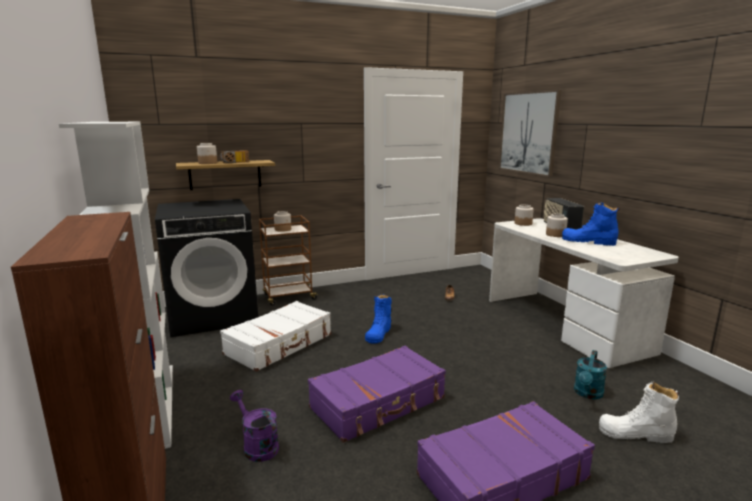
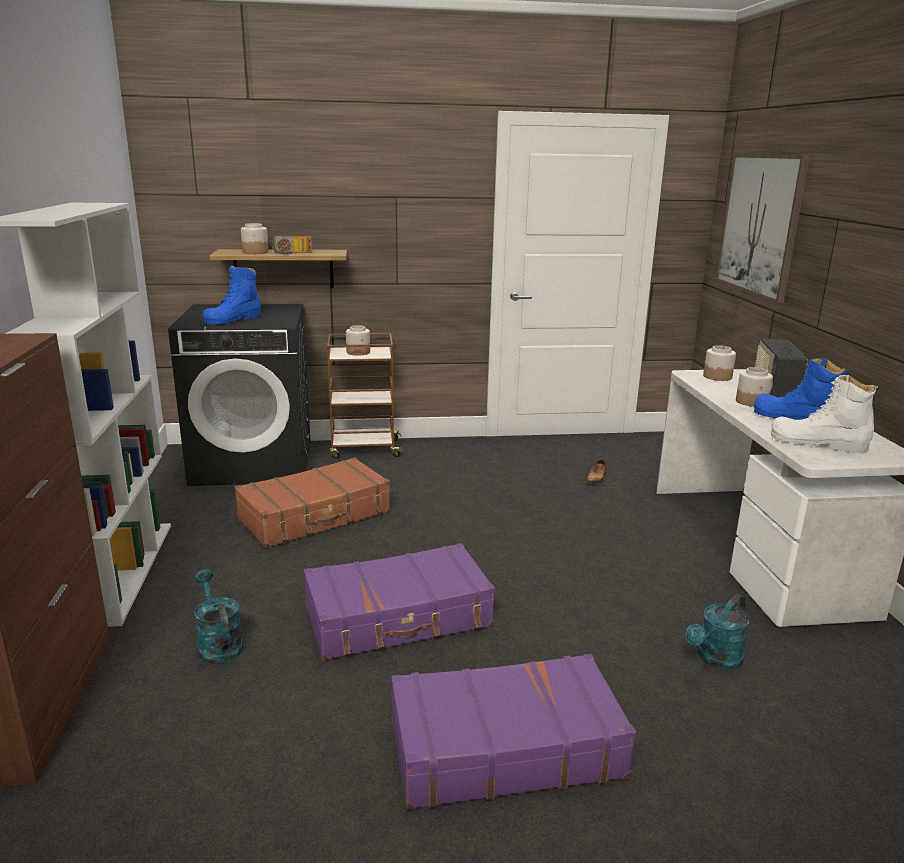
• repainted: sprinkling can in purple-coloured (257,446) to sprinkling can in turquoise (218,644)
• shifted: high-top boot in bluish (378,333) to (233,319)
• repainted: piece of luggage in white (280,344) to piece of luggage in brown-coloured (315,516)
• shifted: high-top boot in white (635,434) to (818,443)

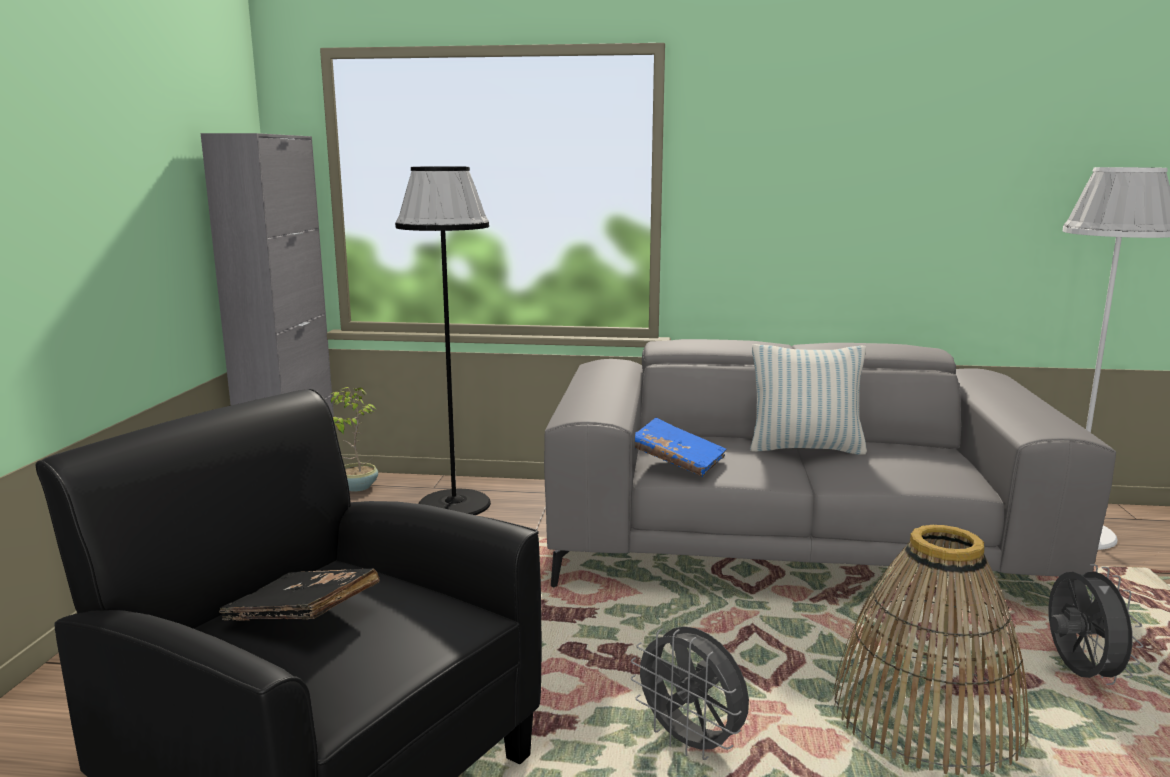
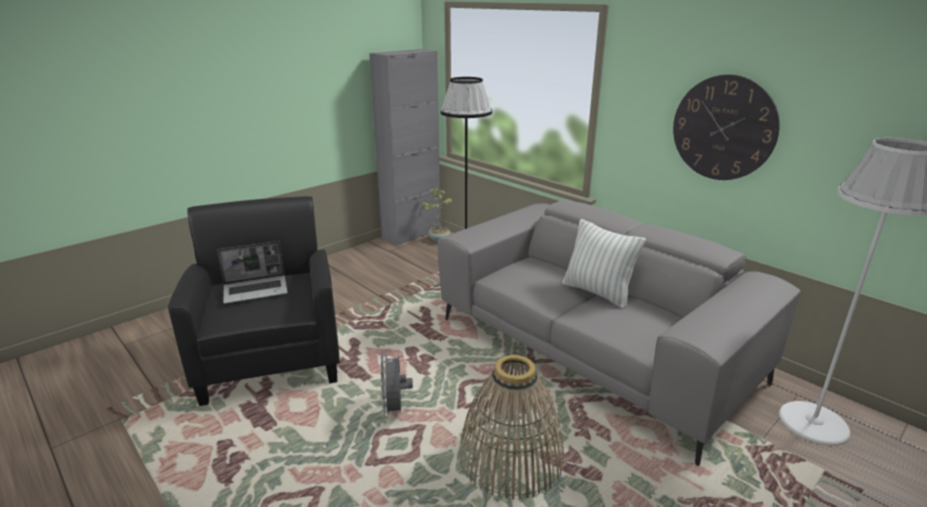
• swapped: bound book in black-coloured (303,617) to laptop (256,290)
• new: clock on the wall (723,128)
• gone: bound book in bluish (677,461)
• gone: electric fan in greyish (1078,674)

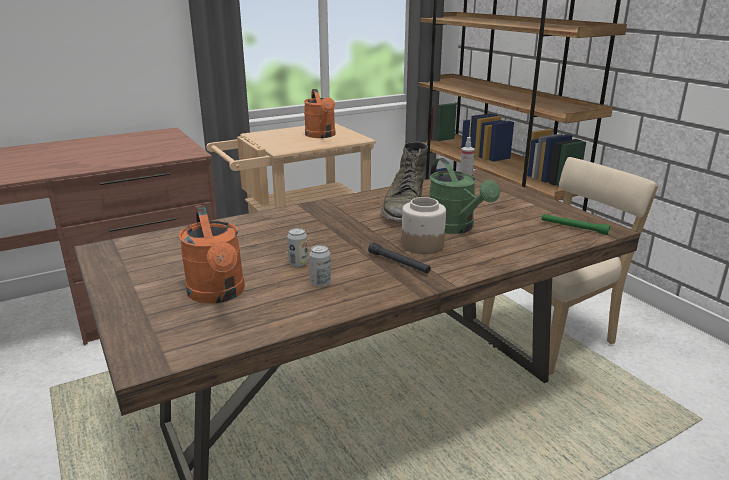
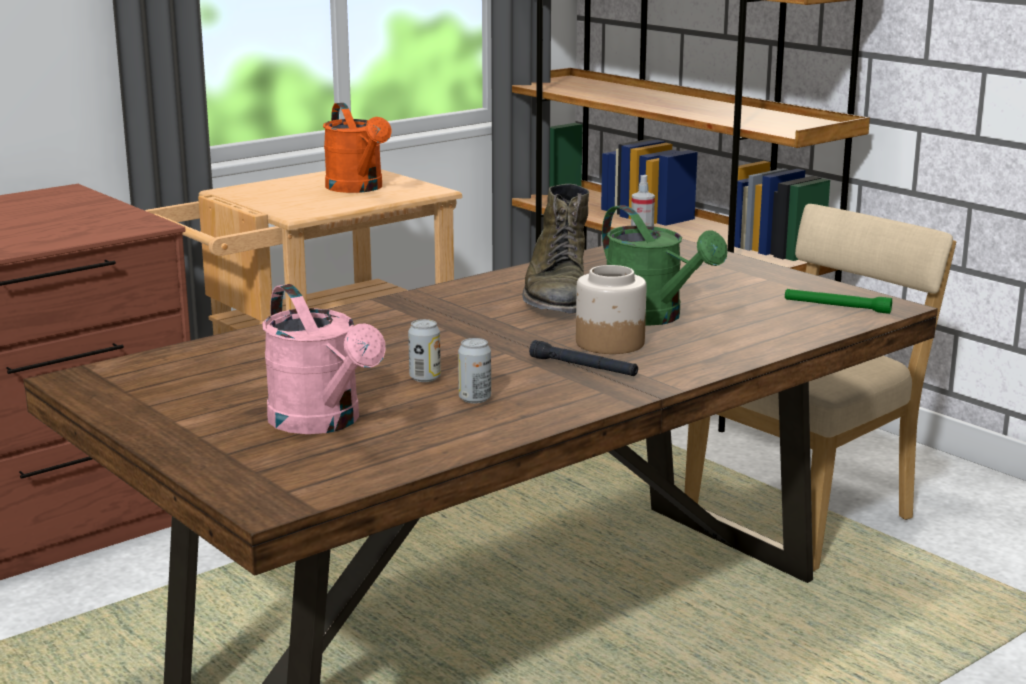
• repainted: sprinkling can in orange-coloured (218,294) to sprinkling can in pink (323,422)

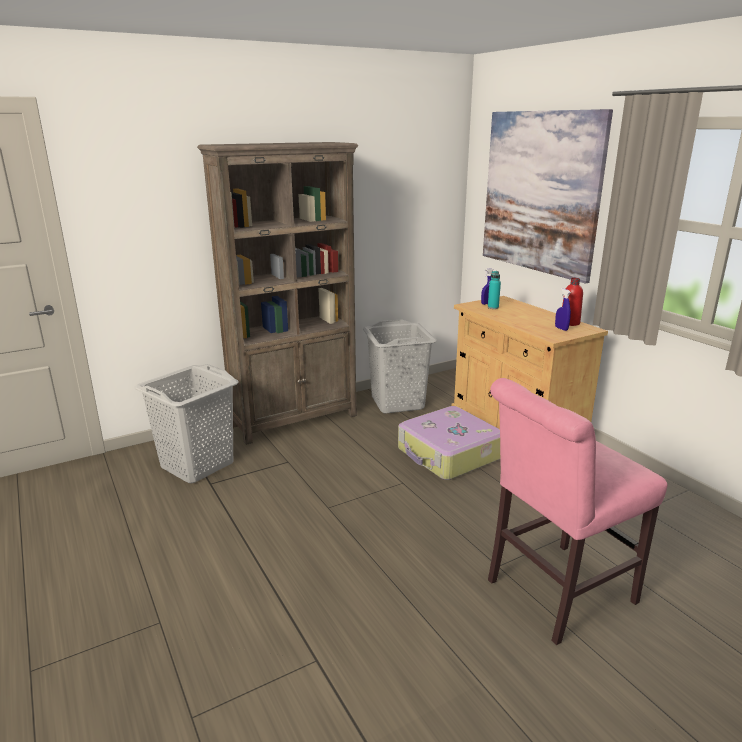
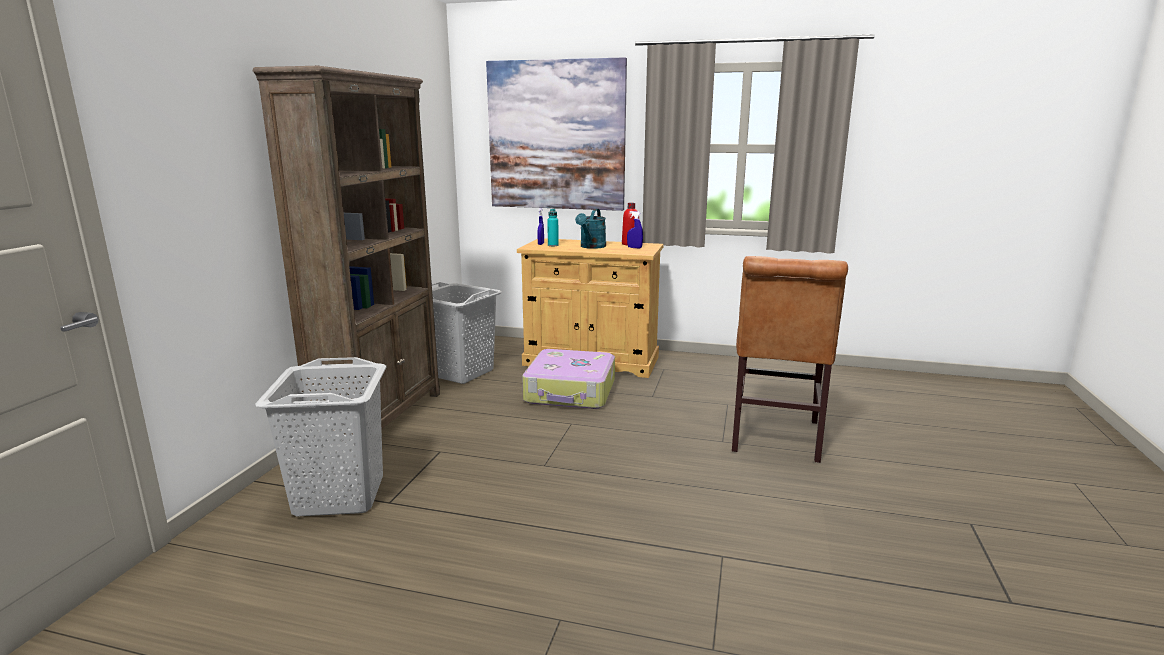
• new: sprinkling can in turquoise (591,247)
• repainted: upright chair in pink (554,594) to upright chair in brown-coloured (774,439)

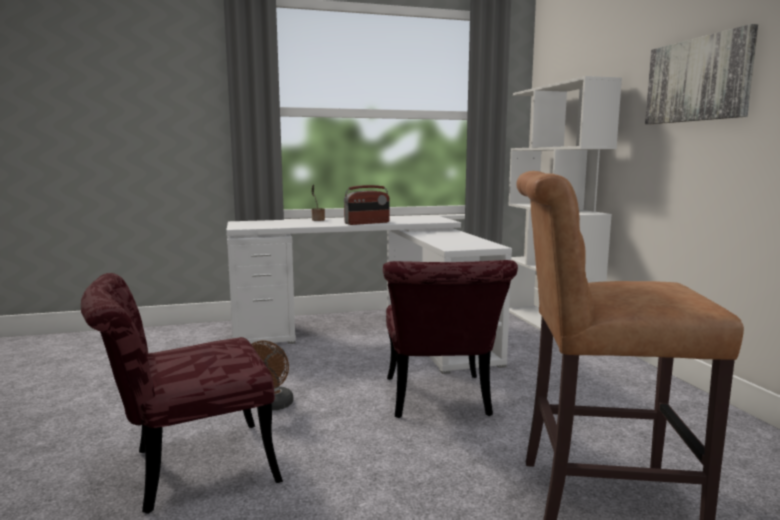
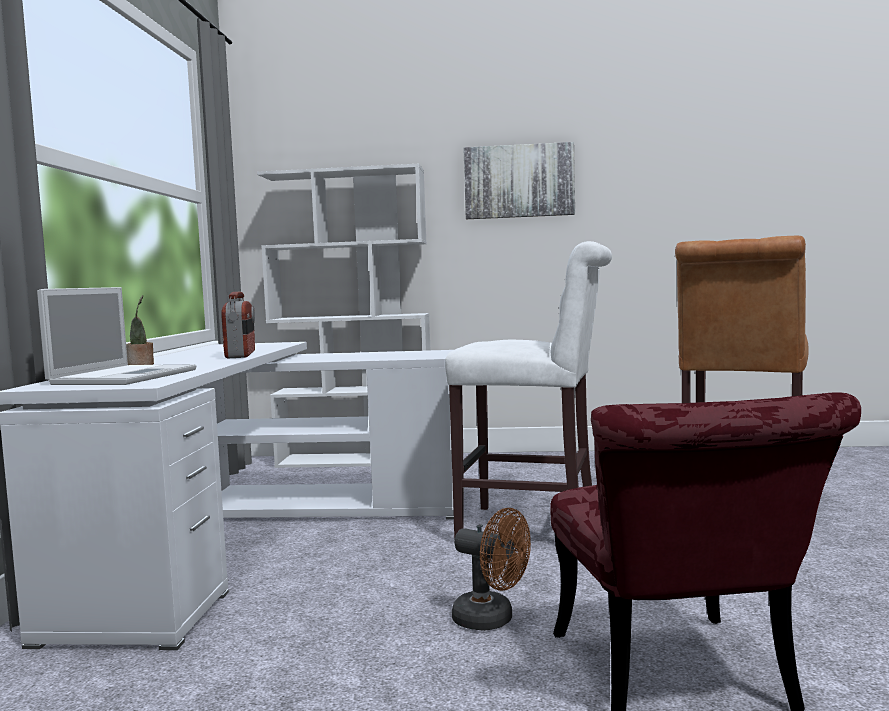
• new: laptop (126,376)
• swapped: upright chair in reddish (439,402) to stool in white (537,529)

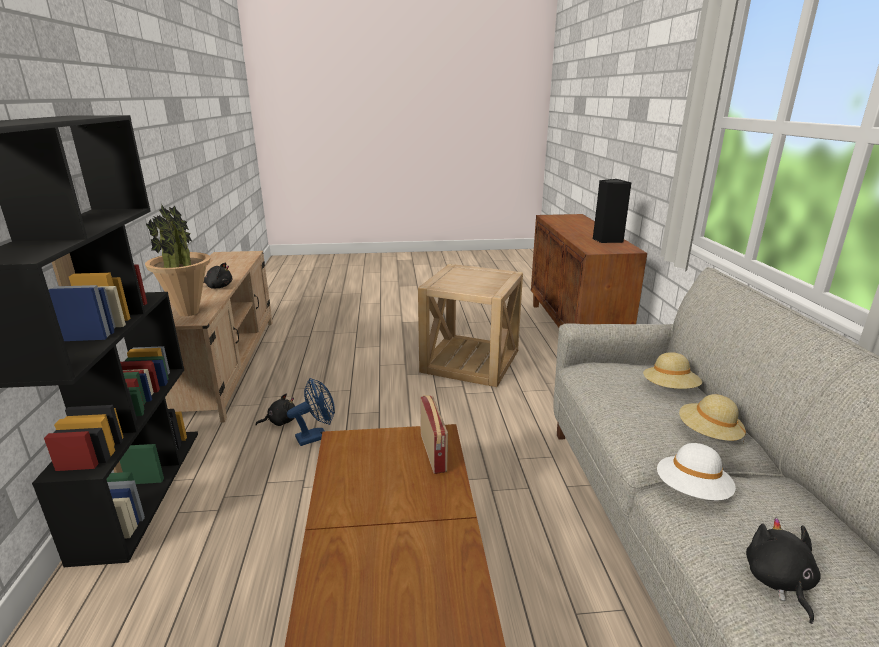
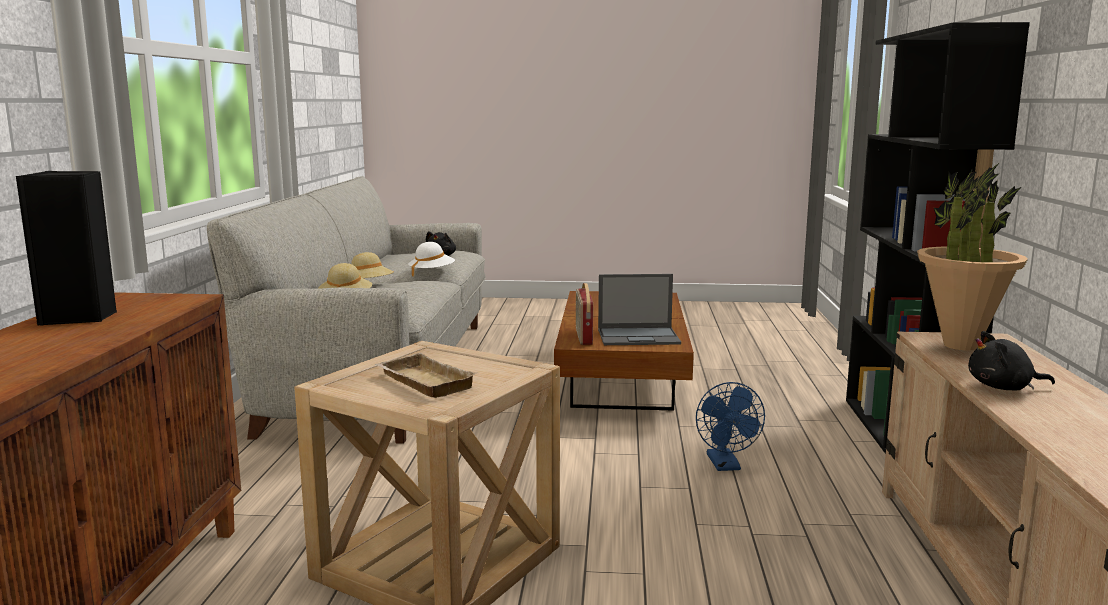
• new: serving tray in sand-coloured (422,382)
• new: laptop (639,337)
• rotated: electric fan in bluish (317,436) = (726,465) 75 degrees counterclockwise
• gone: cuddly toy in black-coloured (280,421)

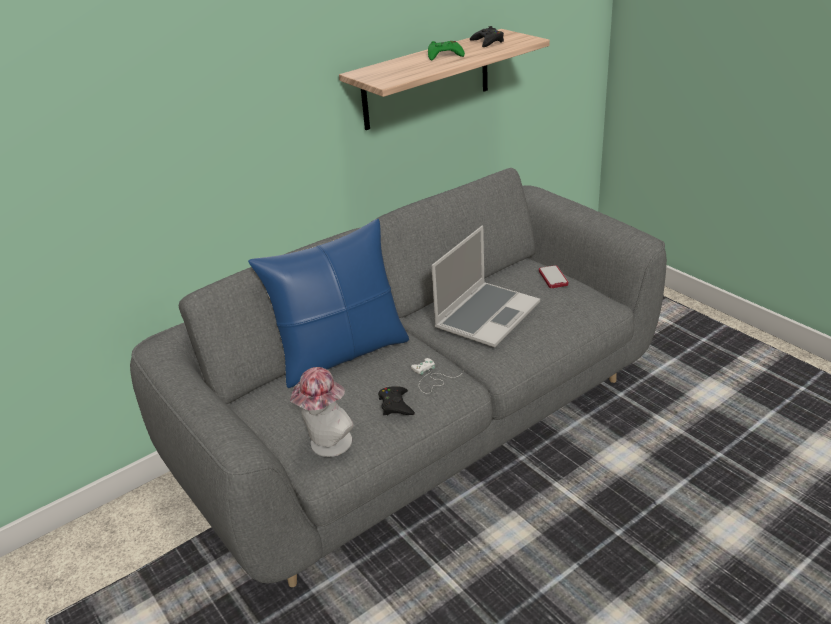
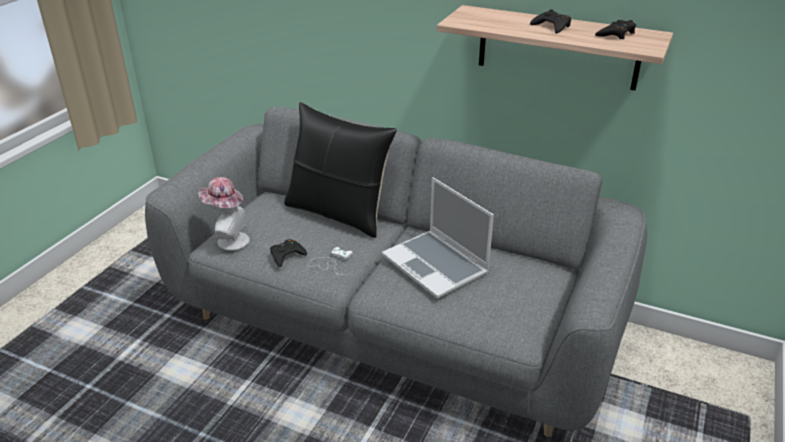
• repainted: throw pillow in bluish (342,354) to throw pillow in black-coloured (338,213)
• rotated: laptop (487,315) = (436,265) 45 degrees clockwise
• repainted: gamepad in greenish (444,55) to gamepad in black-coloured (552,26)
• gone: telephone (553,278)

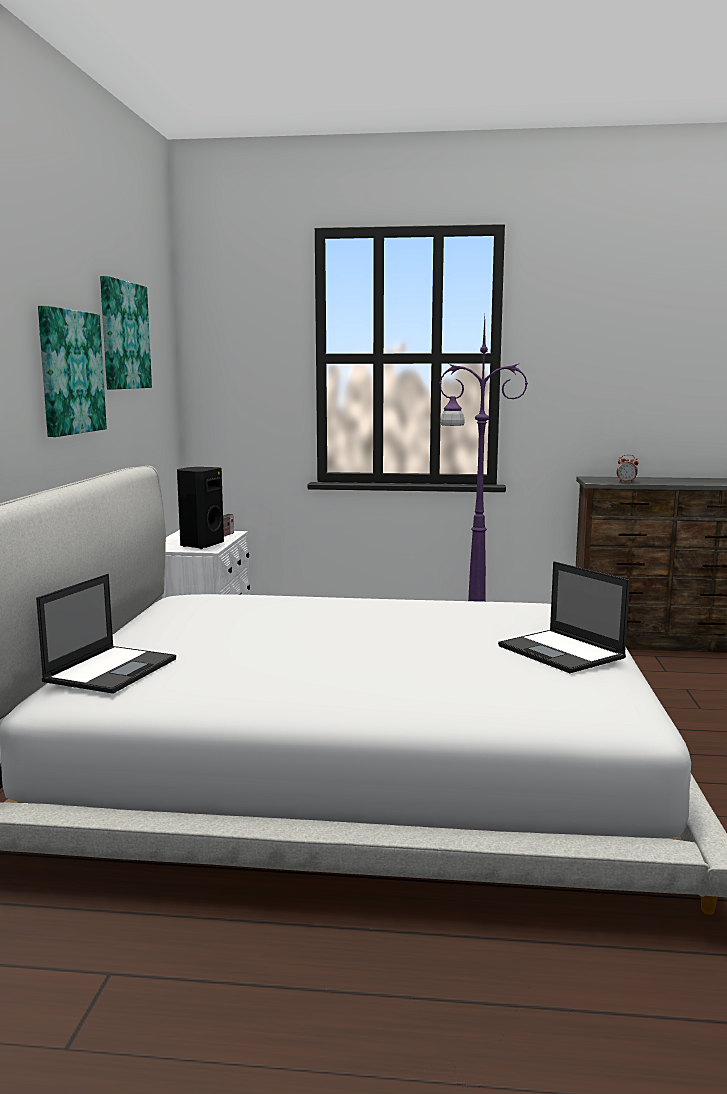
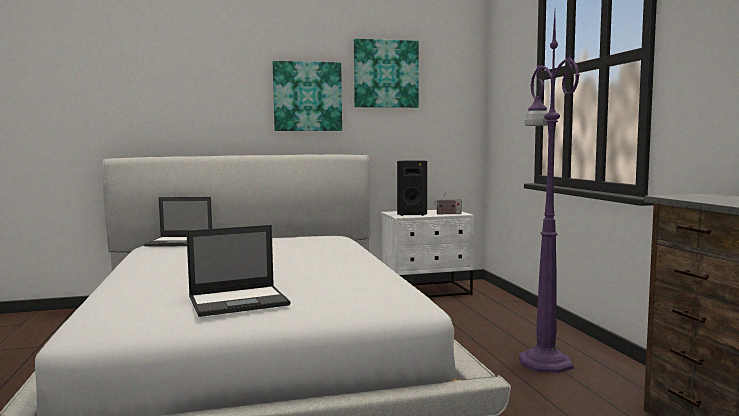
• rotated: laptop (562,652) = (239,301) 150 degrees counterclockwise
• gone: table clock (626,482)

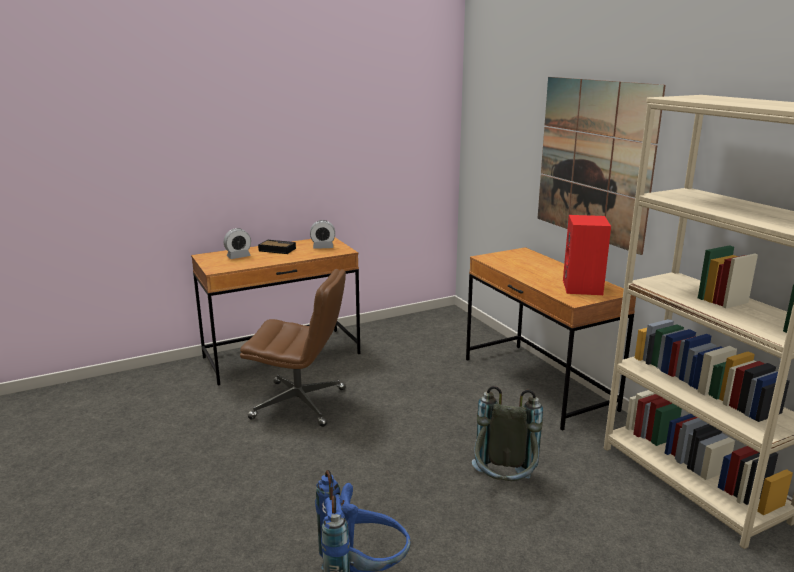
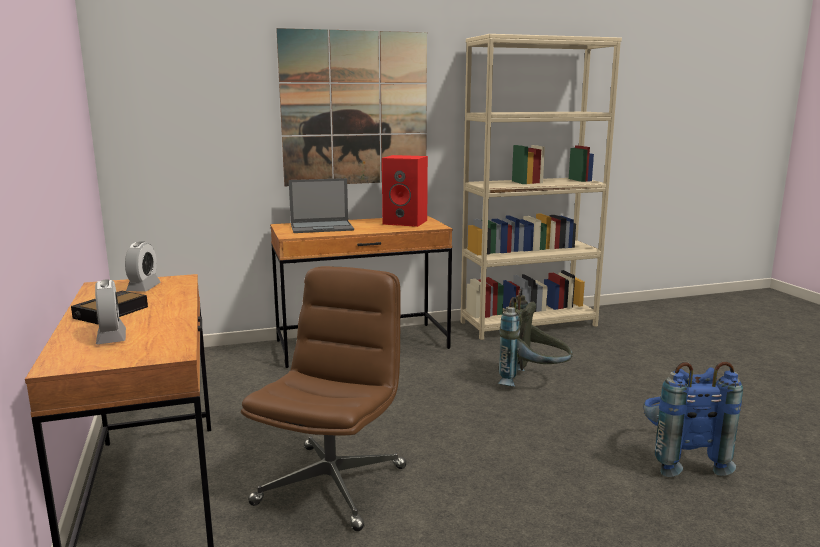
• new: laptop (322,227)

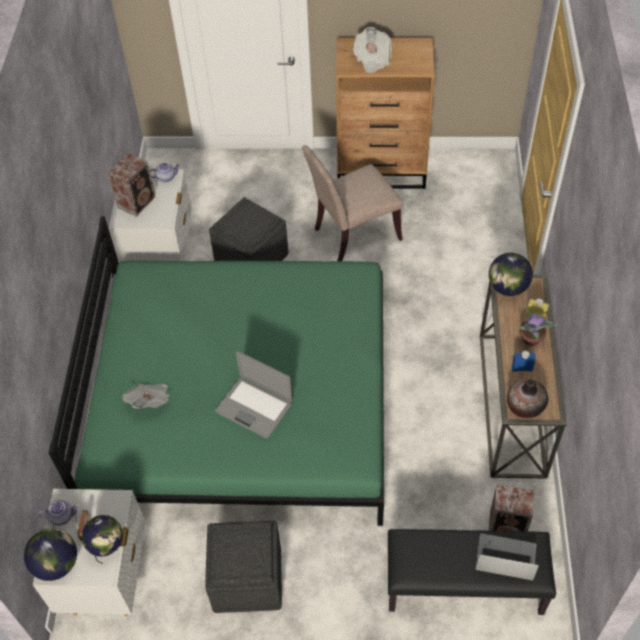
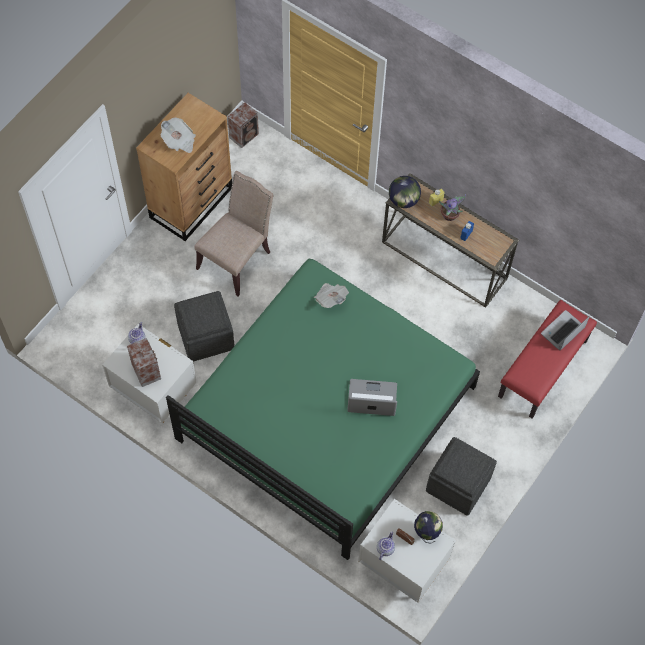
• rotated: upright chair in sand-coloured (353,234) = (237,259) 150 degrees counterclockwise
• shifted: speaker (508,525) to (244,135)
• shifted: newspaper (150,402) to (331,298)
• rotated: laptop (254,407) = (372,399) 150 degrees counterclockwise
• repainted: long seat in black-coloured (464,586) to long seat in reddish (543,369)
• gone: globe (57,564)
• gone: vase (524,406)

